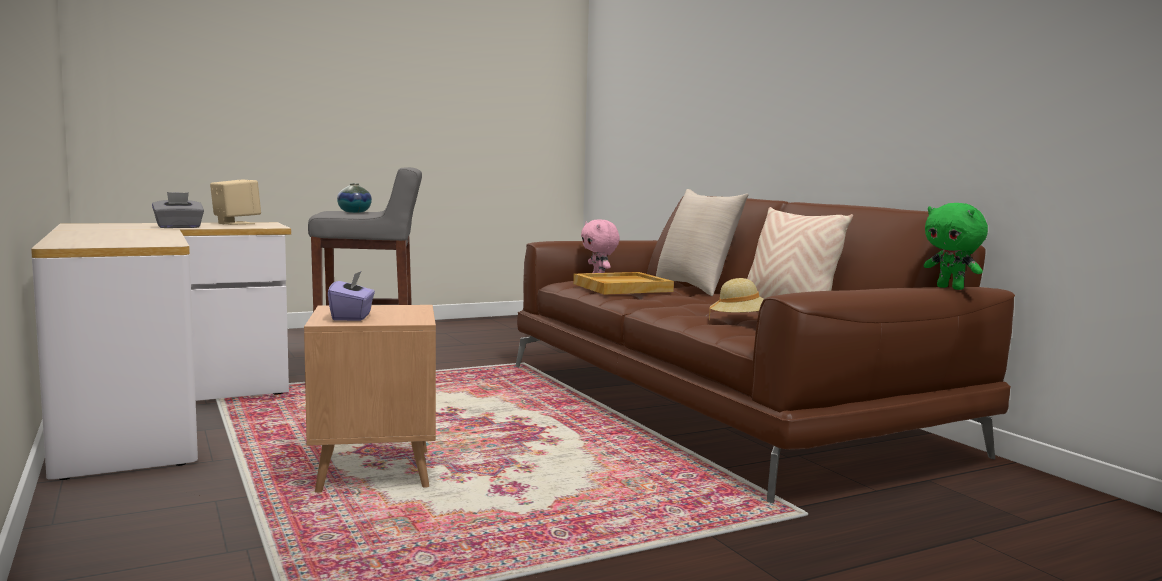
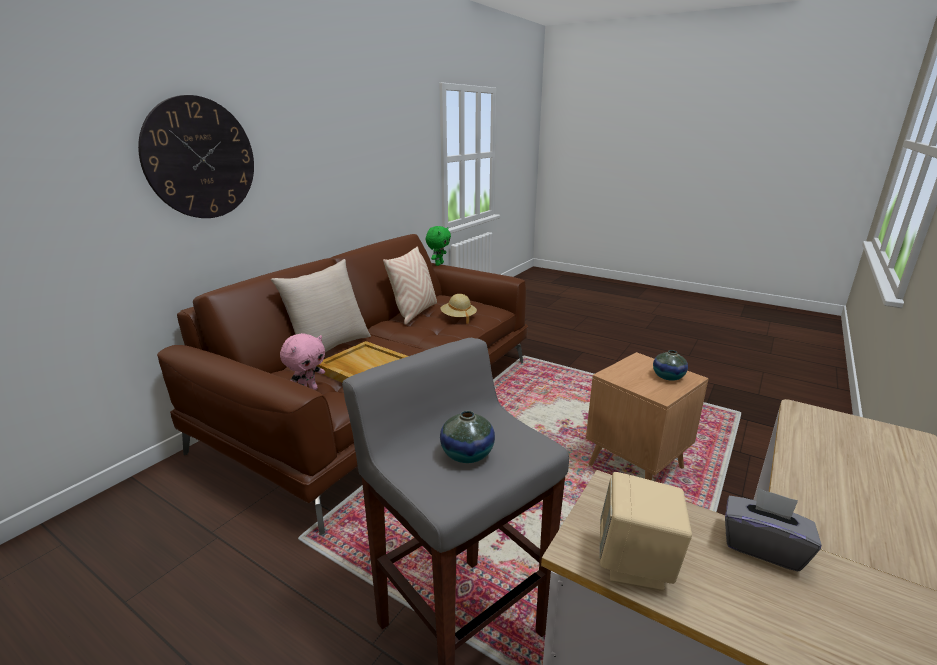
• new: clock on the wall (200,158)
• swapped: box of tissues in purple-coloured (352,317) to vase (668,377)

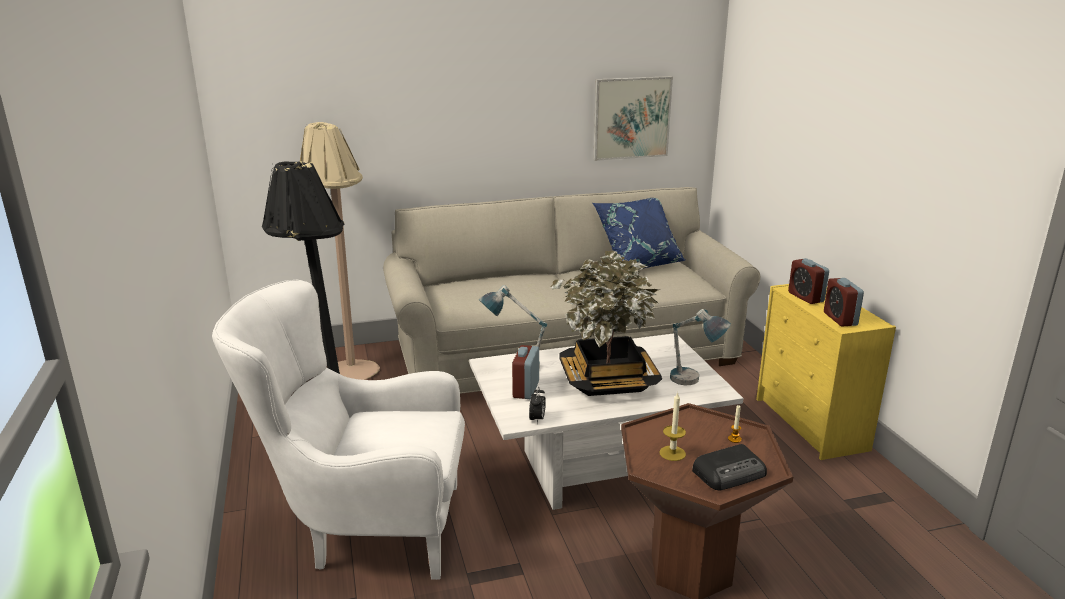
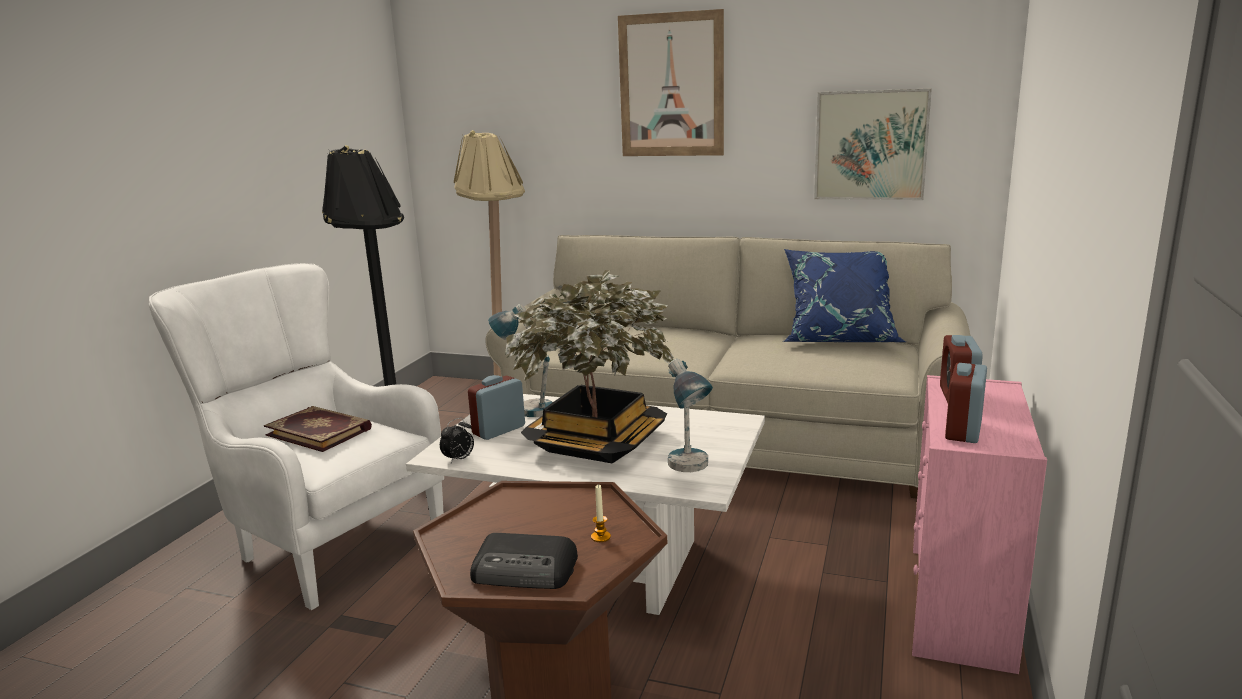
• new: bound book (320,431)
• new: picture (671,85)
• repainted: chest of drawers in yellow (811,425) to chest of drawers in pink (960,607)
• gone: wax candle (672,453)

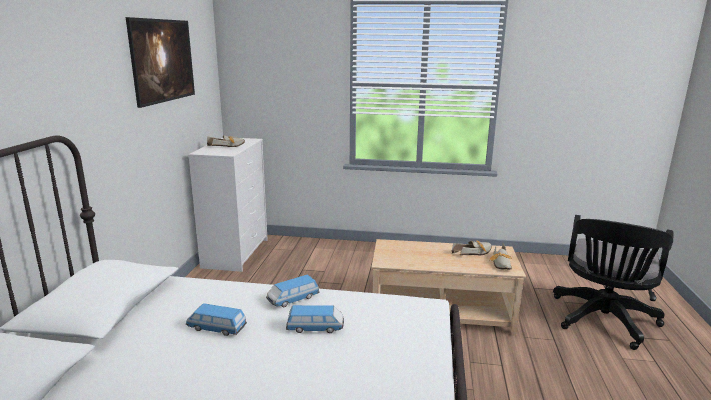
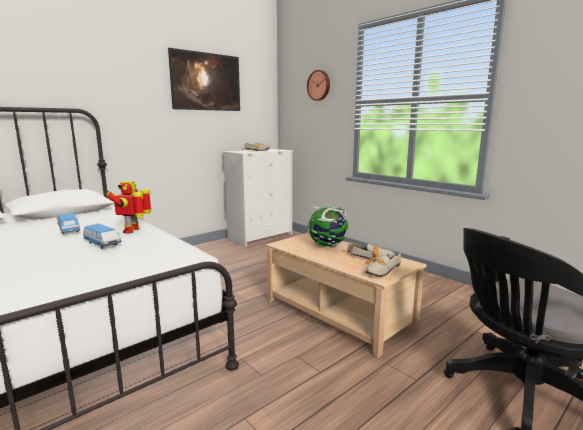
• swapped: toy car (293,299) to toy robot (133,230)
• new: clock on the wall (319,85)
• new: globe (327,246)

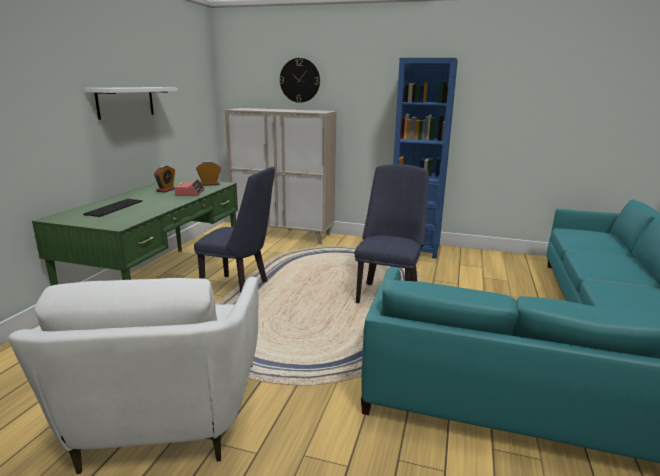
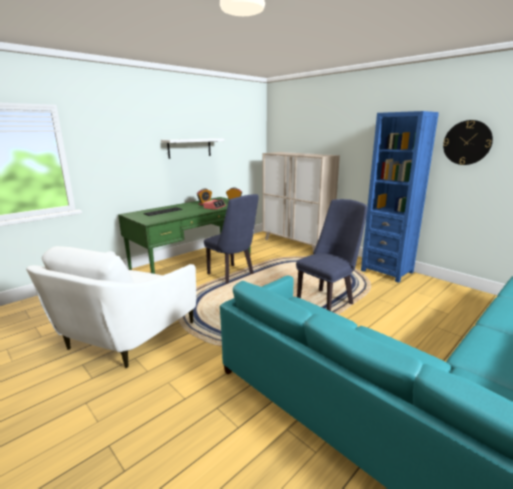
• shifted: clock on the wall (300,80) to (467,142)

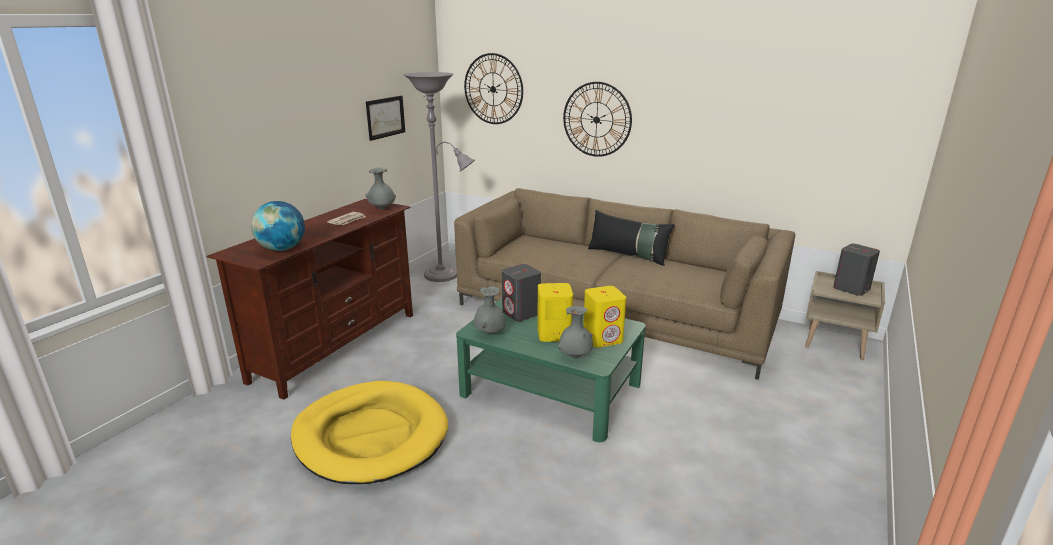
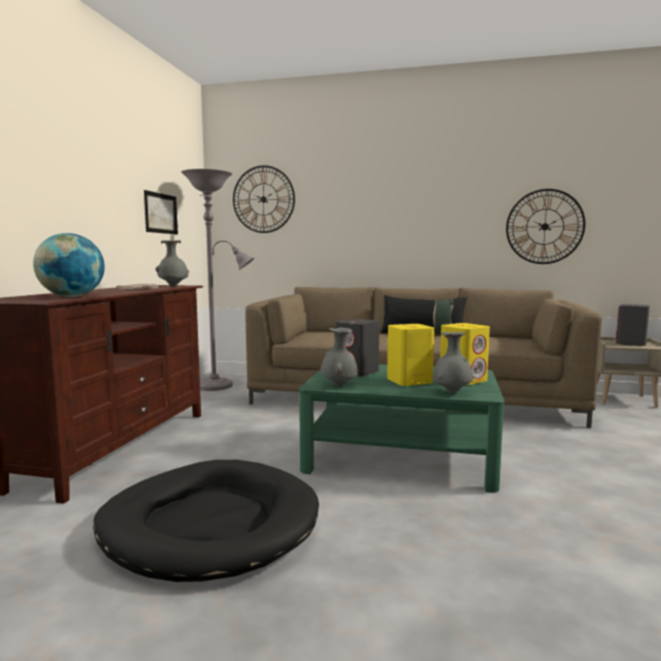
• repainted: dog bed in yellow (370,436) to dog bed in black-coloured (209,524)
• shifted: clock on the wall (596,119) to (544,226)

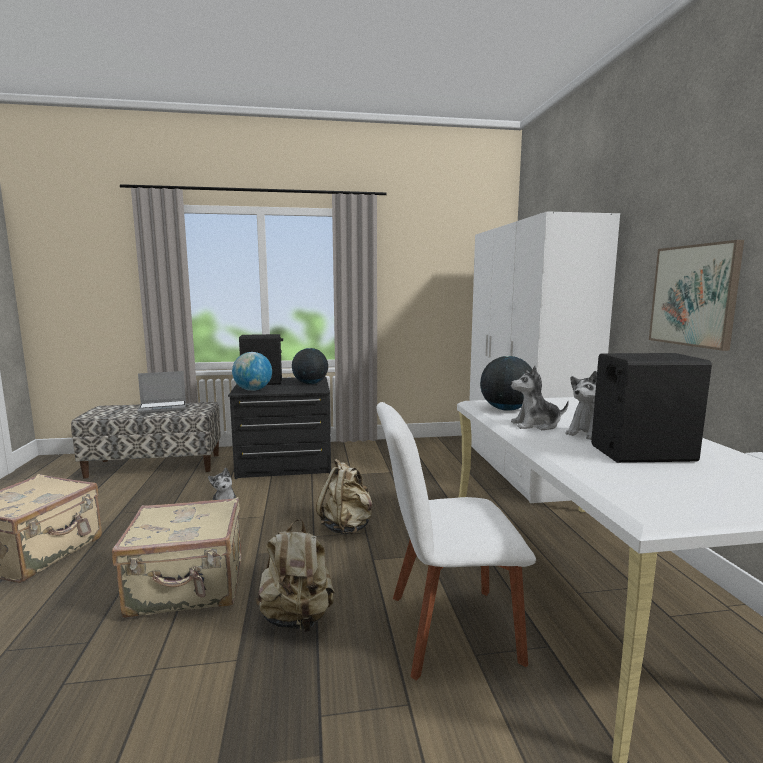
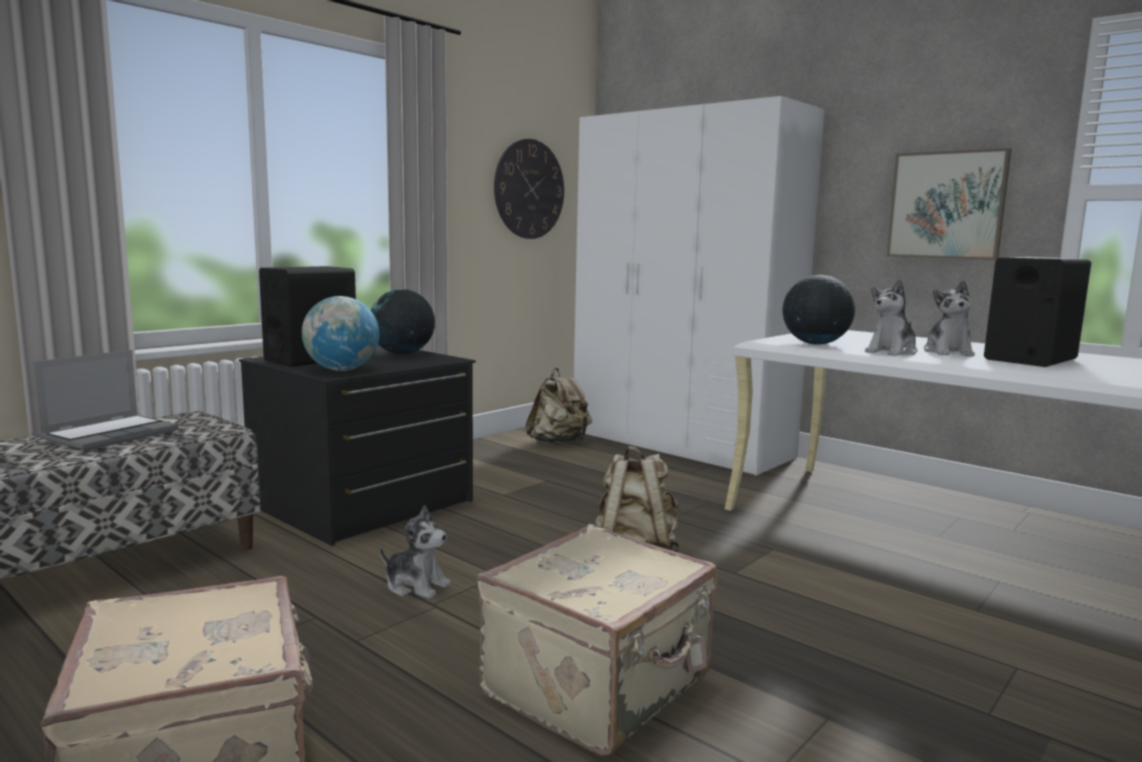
• new: clock on the wall (529,189)
• shifted: rucksack in sand-coloured (297,618) to (559,443)
• gone: upright chair in white (446,629)

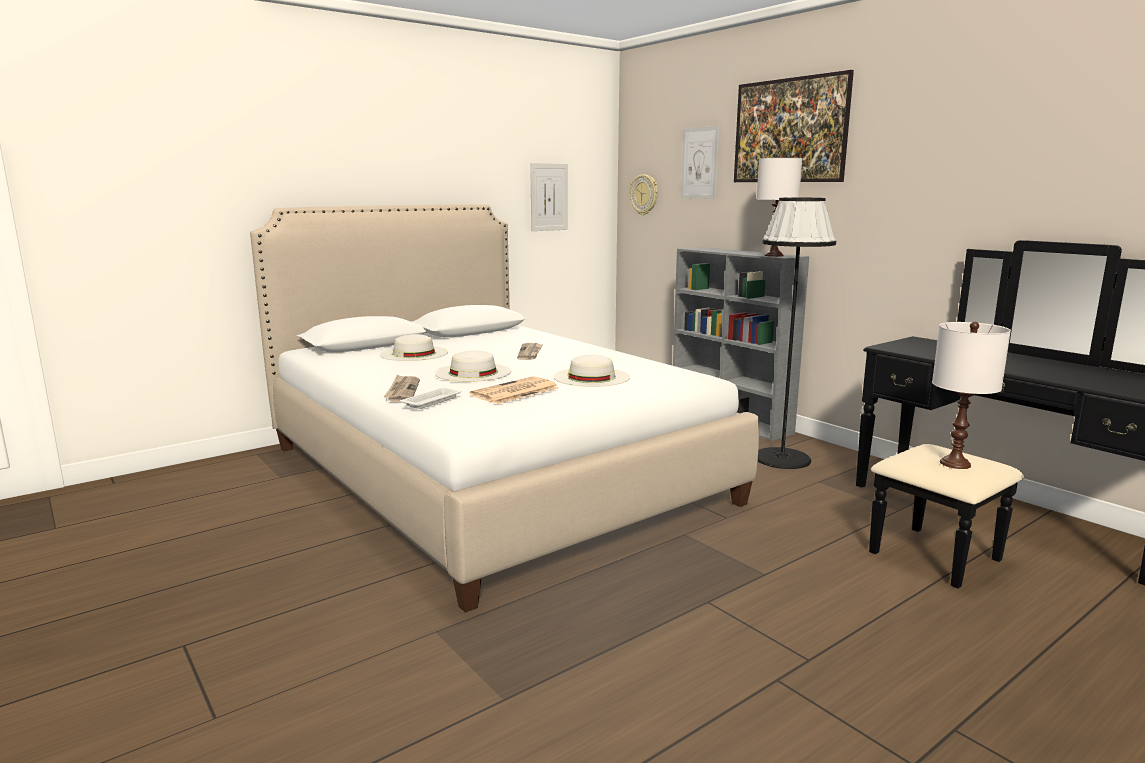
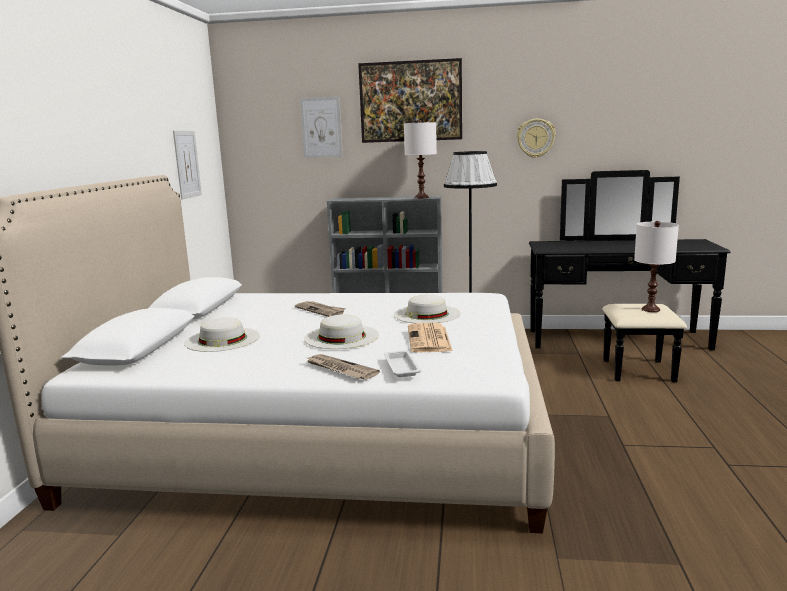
• shifted: clock on the wall (644,194) to (535,138)

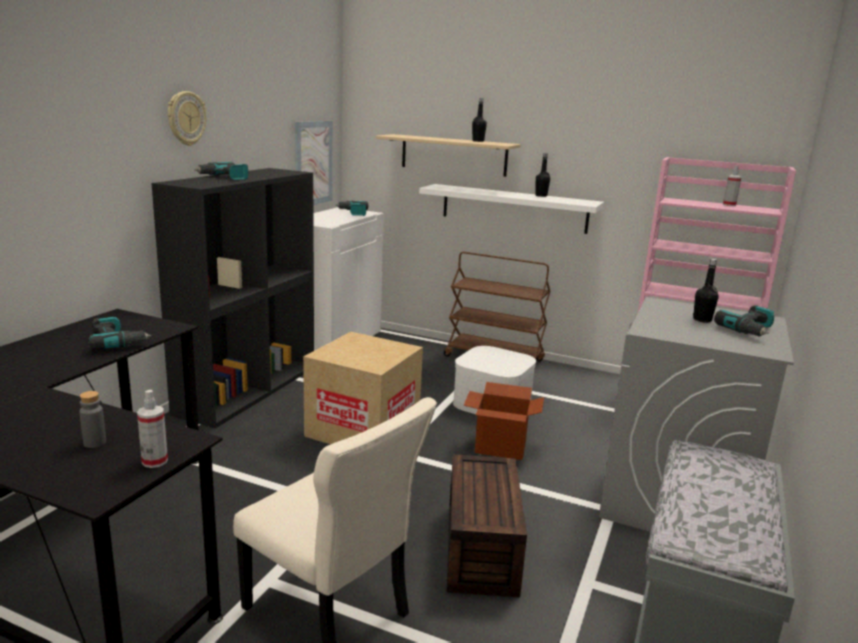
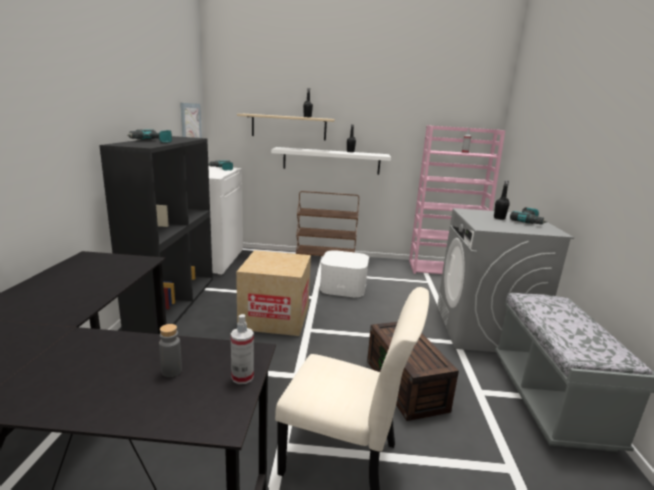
• gone: power drill (117,342)
• gone: clock on the wall (186,118)
• gone: packing box (500,447)

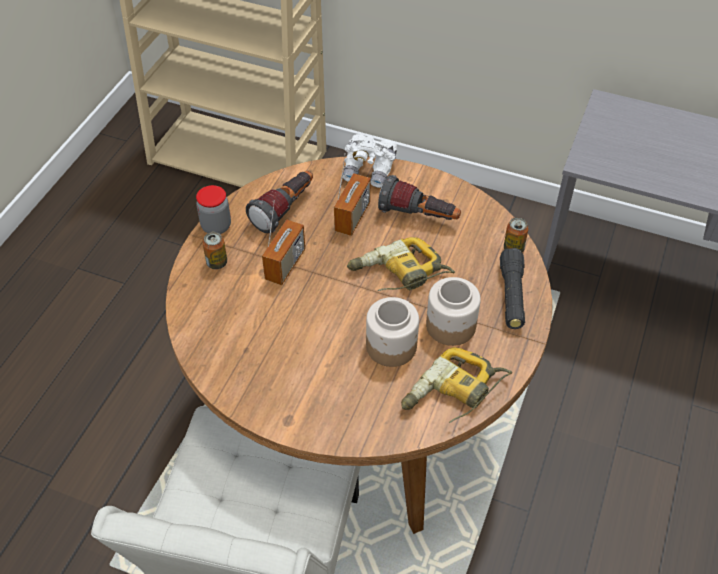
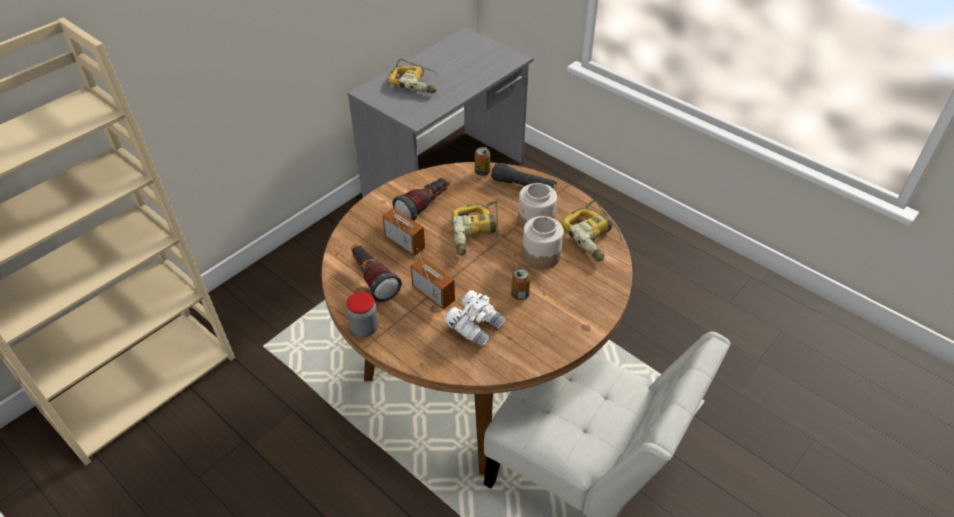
• new: power drill (416,82)
• shifted: field glasses in white (369,170) to (475,326)
• shifted: sealed can (217,263) to (520,294)

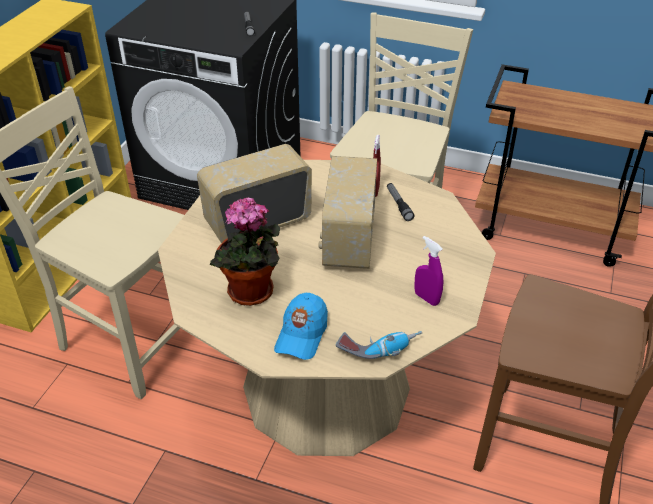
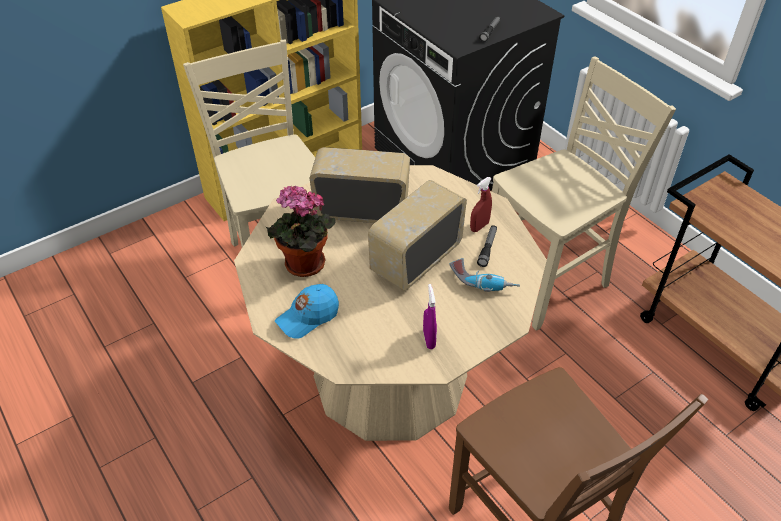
• shifted: power drill (379,347) to (483,282)

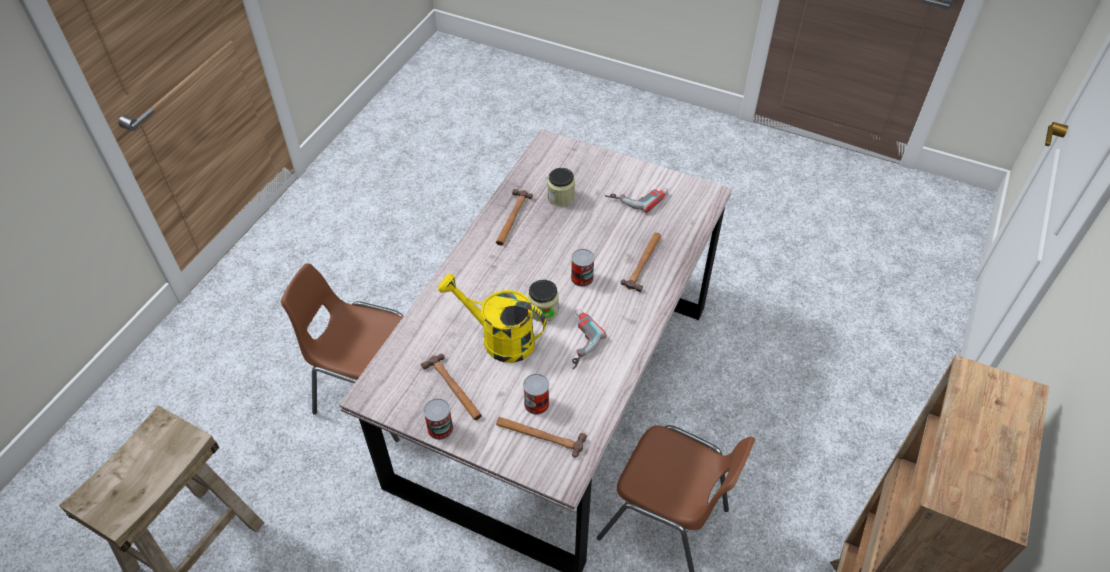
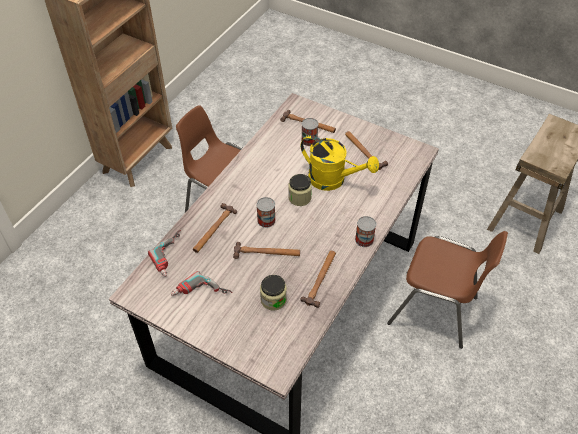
• shifted: power drill (576,340) to (172,255)
• new: tool hammer (267,253)
• shifted: sealed can (440,428) to (364,239)

